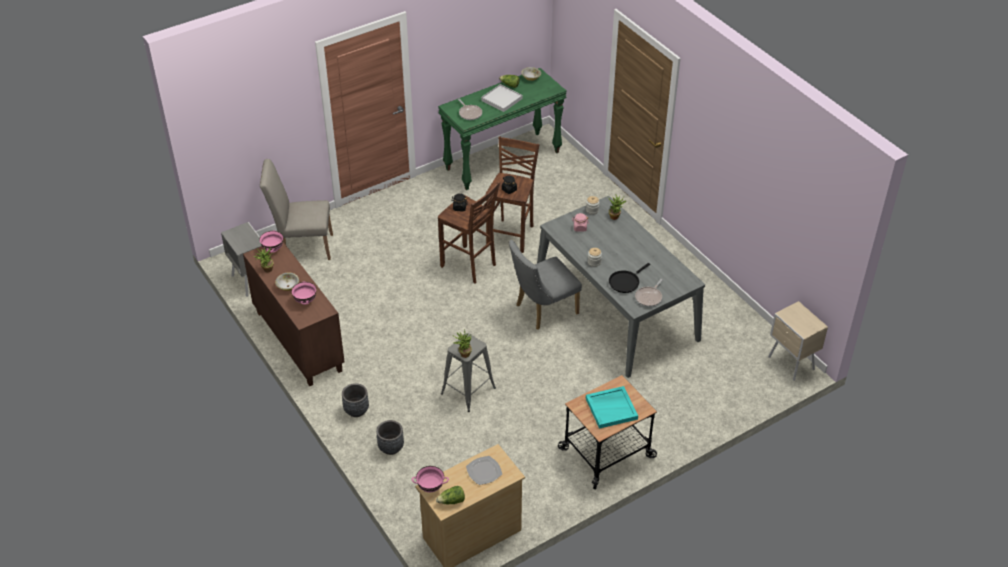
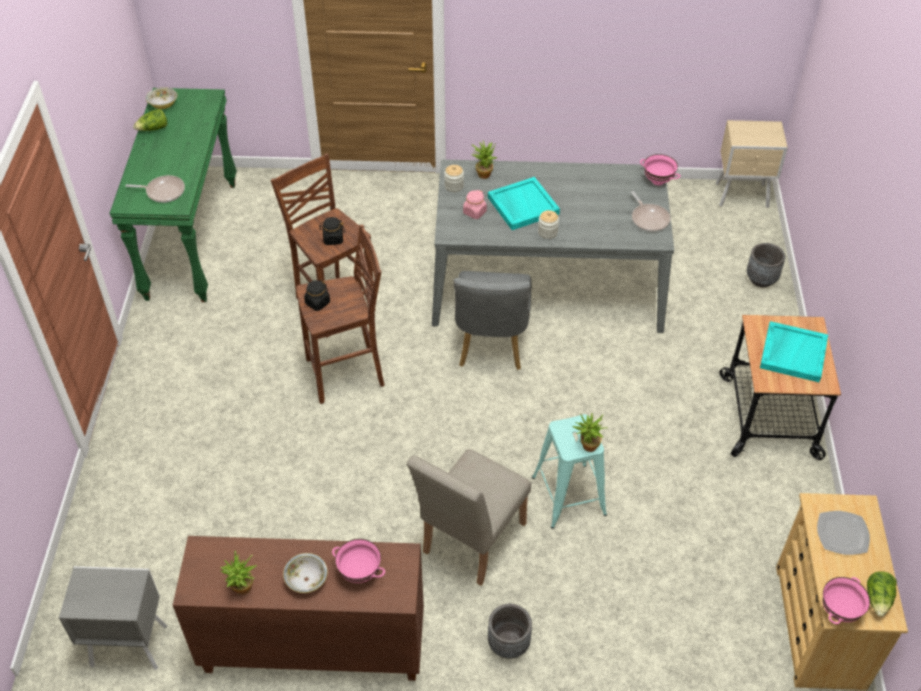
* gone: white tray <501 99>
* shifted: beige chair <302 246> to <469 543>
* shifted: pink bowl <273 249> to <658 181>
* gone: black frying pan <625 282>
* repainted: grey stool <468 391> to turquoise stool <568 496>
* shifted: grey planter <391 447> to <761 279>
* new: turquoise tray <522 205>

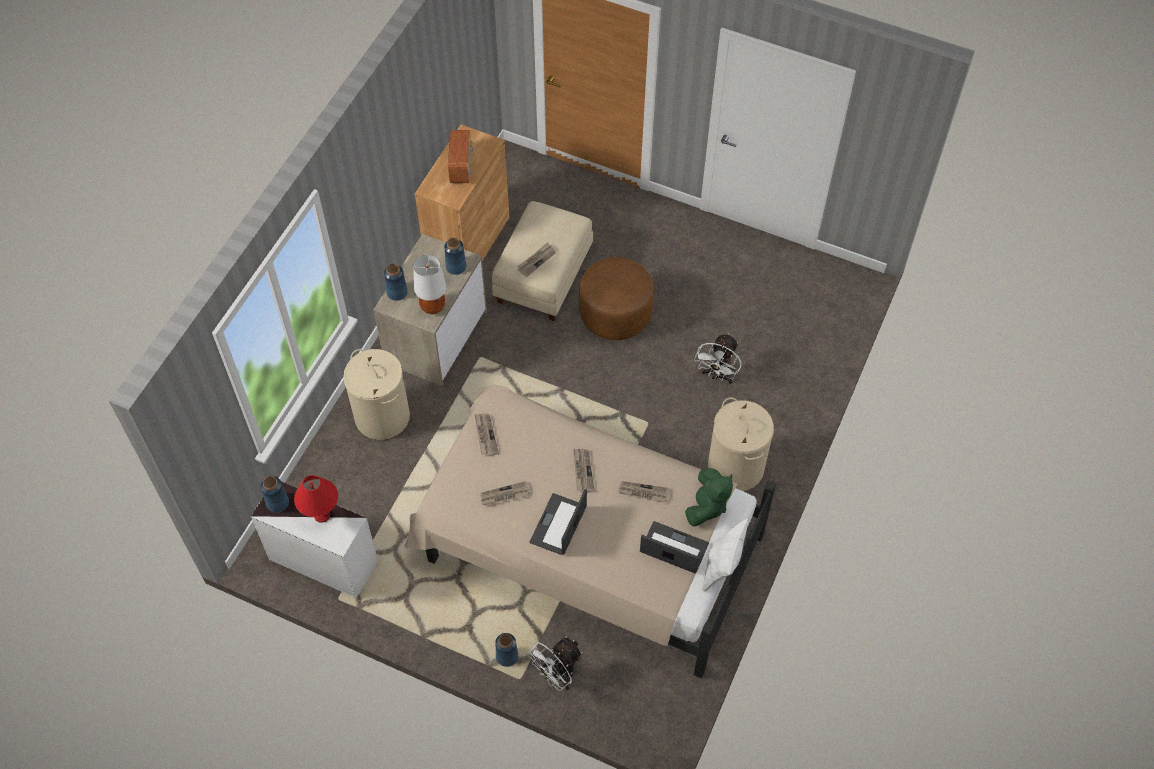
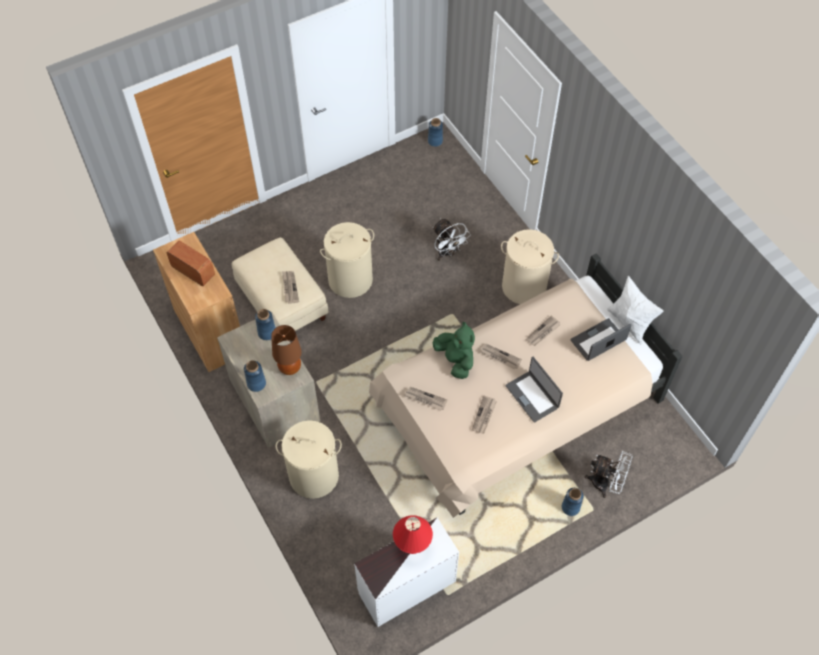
* repainted: white table lamp <433 307> to brown table lamp <290 367>
* swapped: brown ottoman <615 313> to beige laundry basket <350 279>
* shifted: green plush toy <707 506> to <455 360>
* shifted: blue vase <278 503> to <435 141>
* rotated: white fan <557 675> = <606 484> 60 degrees counterclockwise

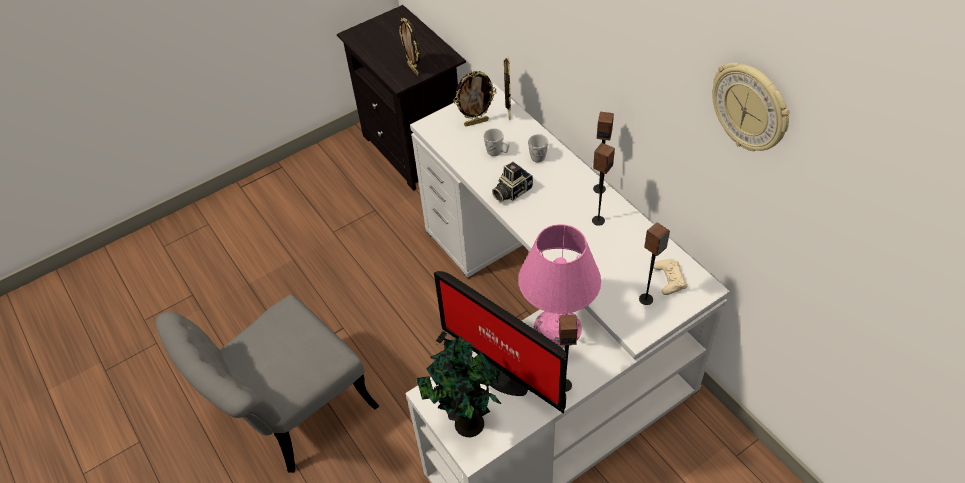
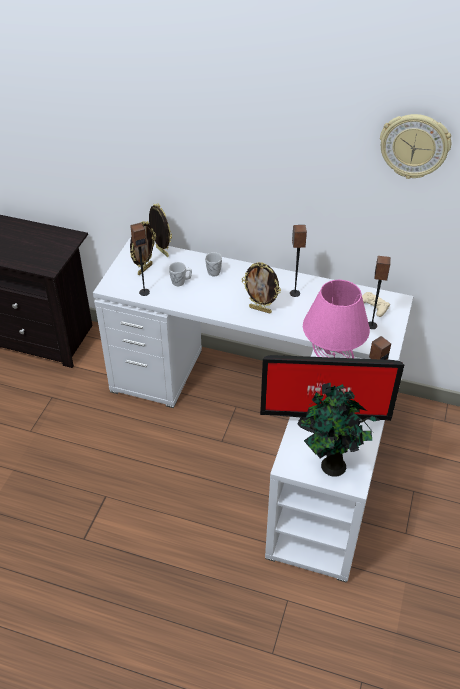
* shifted: picture frame <414 69> to <260 309>
* shifted: speaker <599 188> to <144 292>
* gone: photo camera <511 191>
* gone: grey chair <291 416>

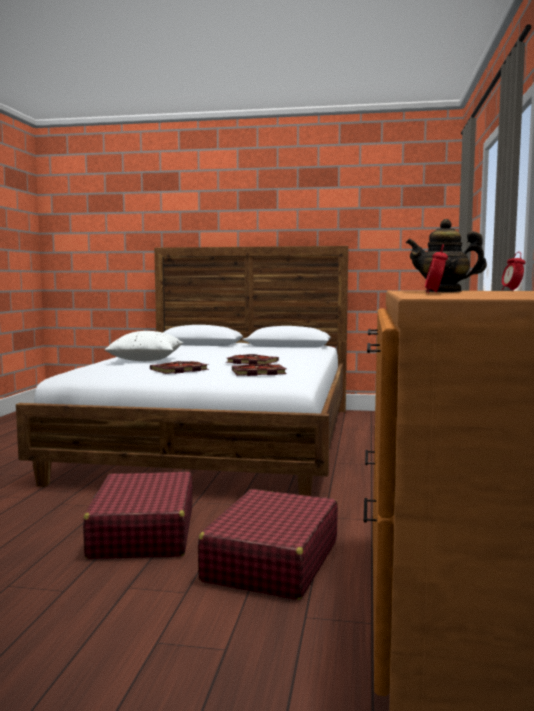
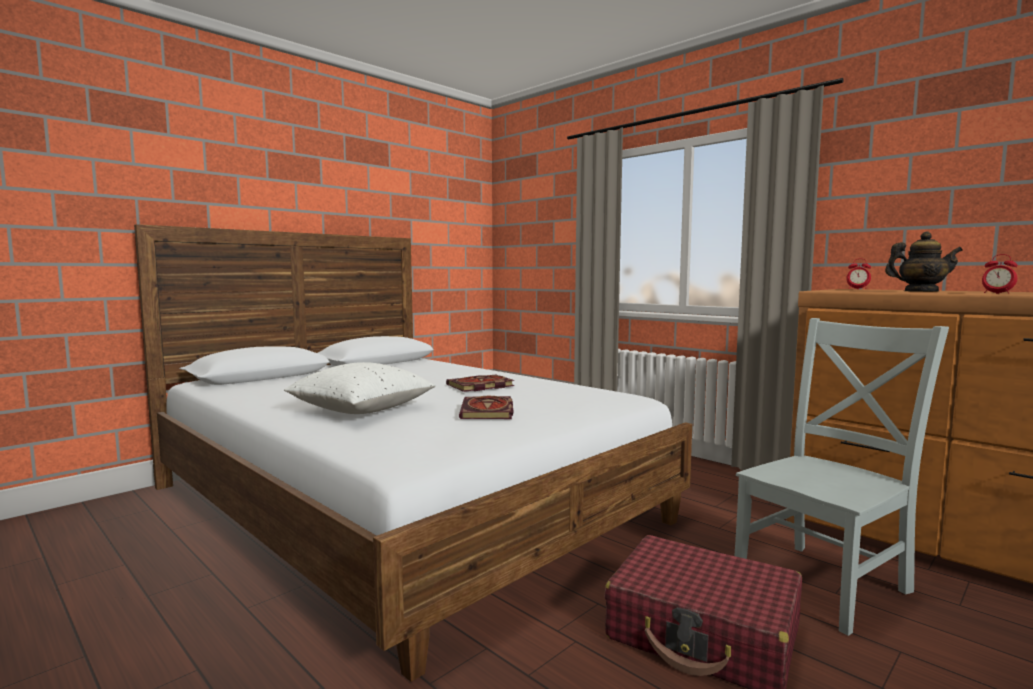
* rotated: teapot <444 292> = <920 292> 120 degrees counterclockwise
* gone: book <257 373>
* swapped: red suitcase <271 561> to grey chair <825 583>

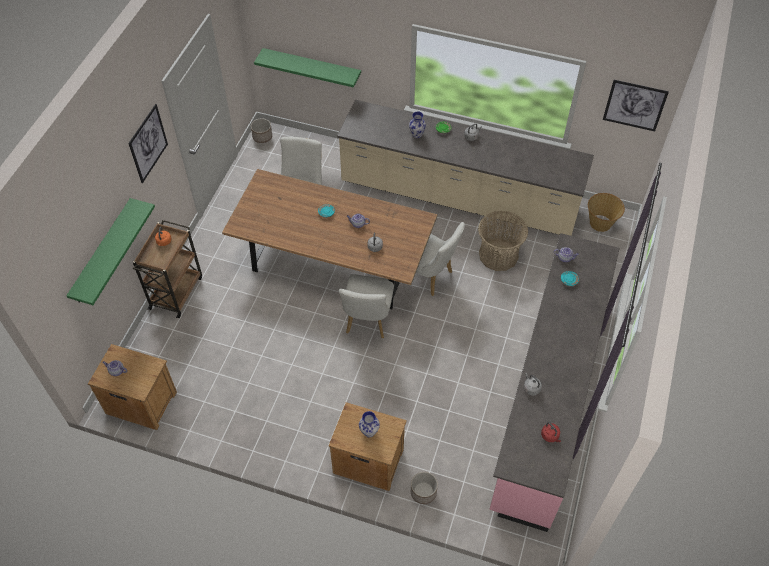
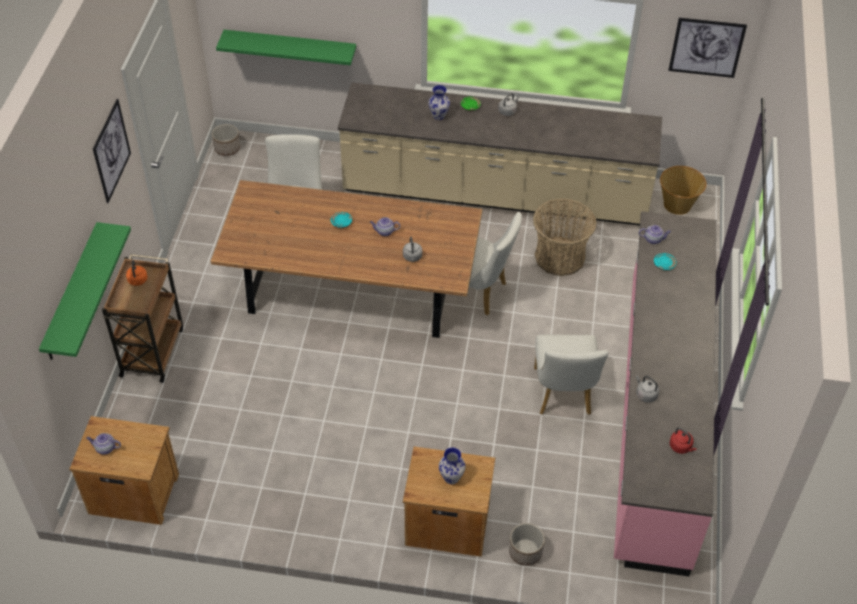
* shifted: white chair <367 321> to <563 395>

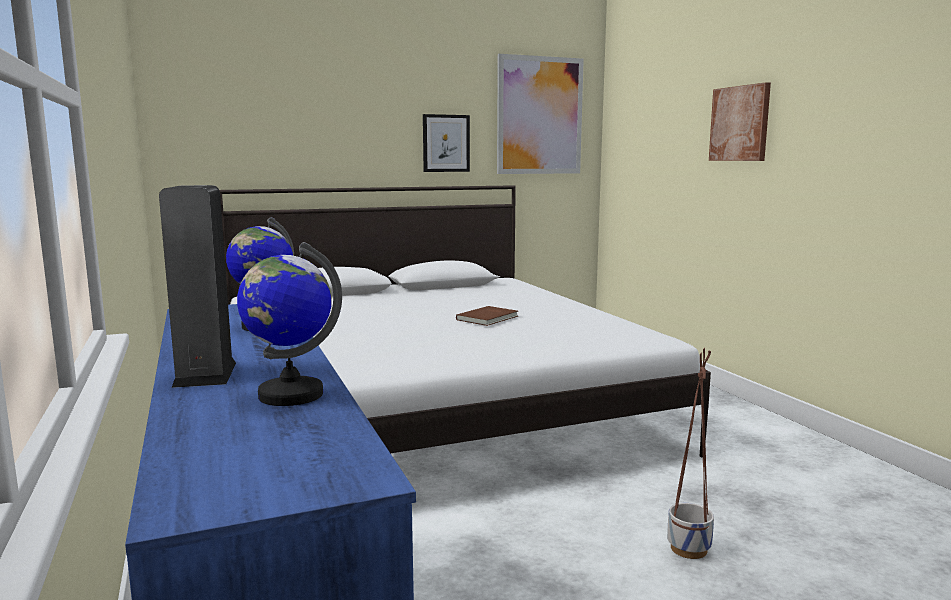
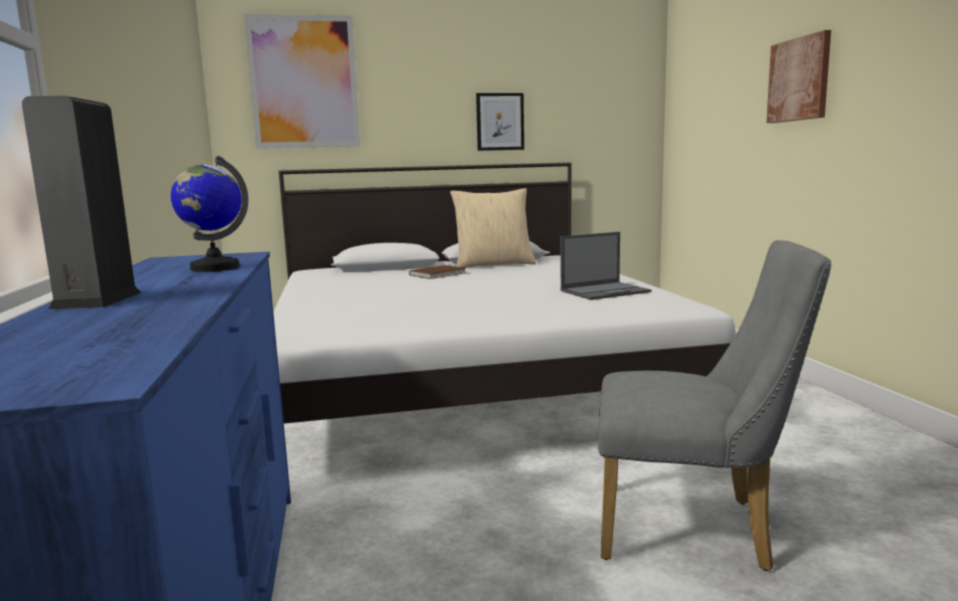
* shifted: picture <539 116> to <304 82>
* gone: globe <290 395>
* shifted: brown book <489 318> to <439 274>
* swapped: planter <689 549> to grey chair <695 529>
* new: beige pillow <494 264>
* new: laptop <605 291>

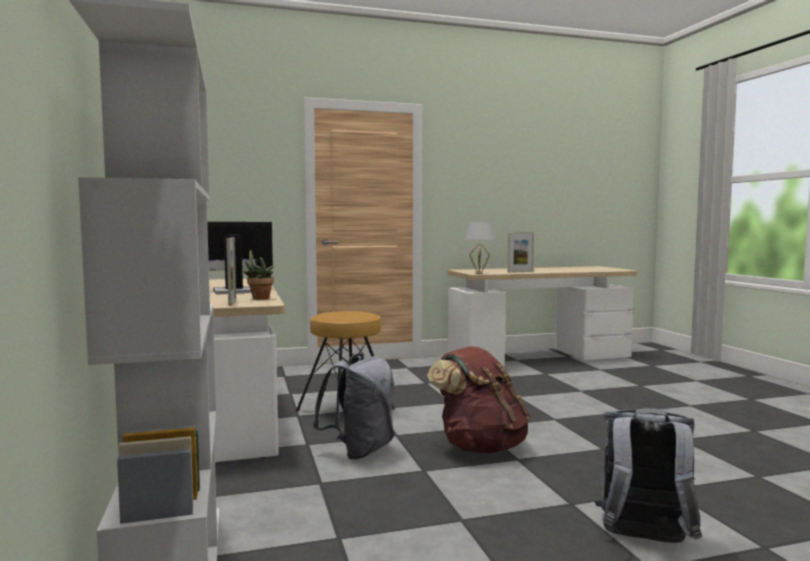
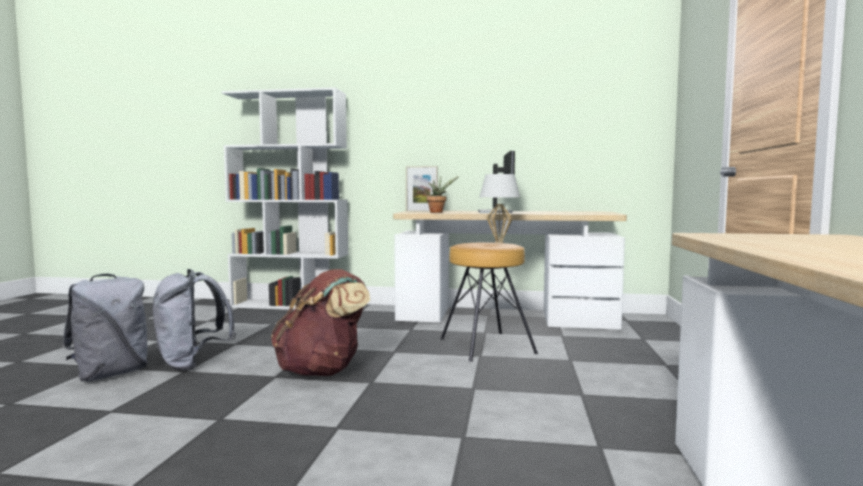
* shifted: white table lamp <479 273> to <499 242>
* gone: picture frame <520 272>
* shifted: grey backpack <359 451> to <192 364>

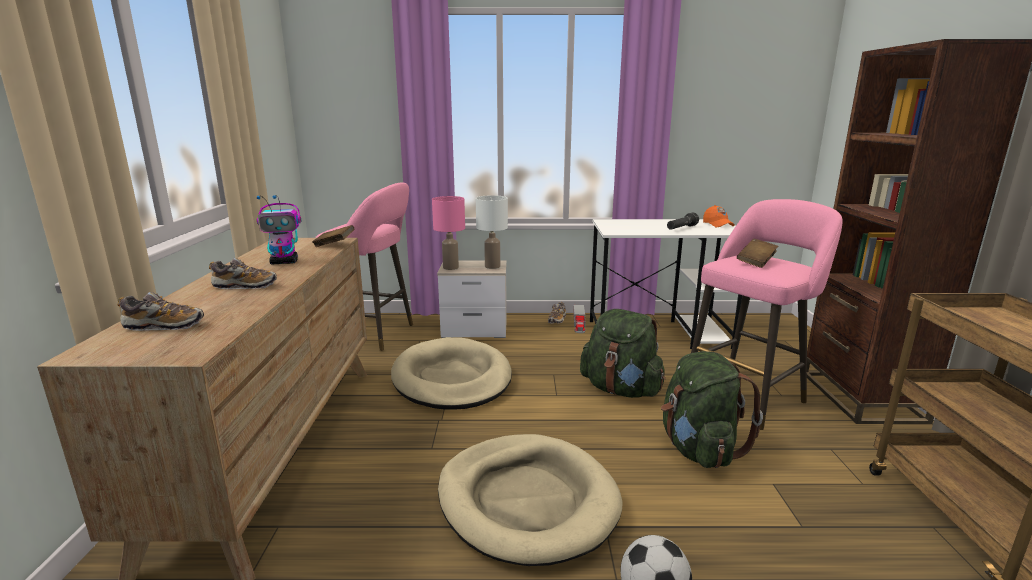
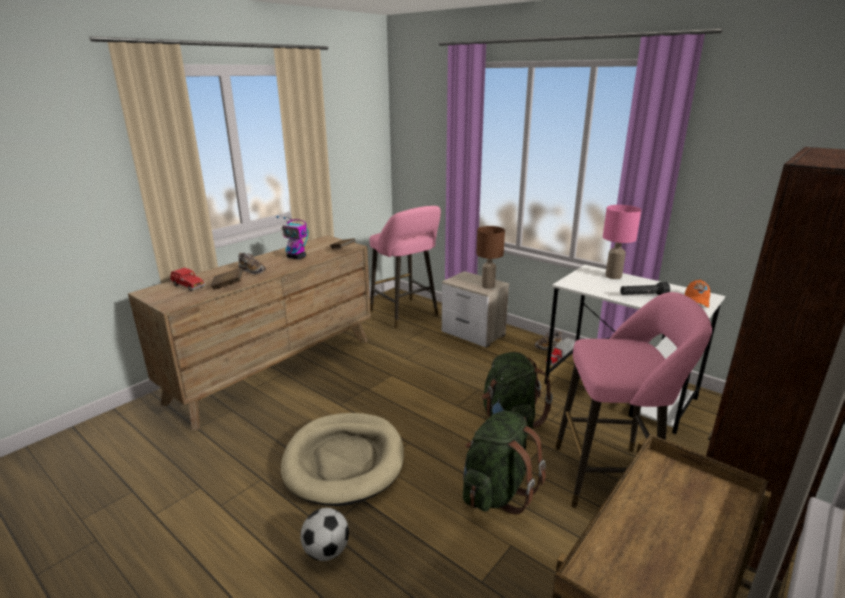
* repainted: white table lamp <493 266> to brown table lamp <488 286>
* shifted: pink table lamp <451 267> to <614 276>
* shifted: brown book <756 262> to <228 286>
* swapped: shoe <164 326> to red toy car <187 286>
* gone: beige dog bed <452 379>

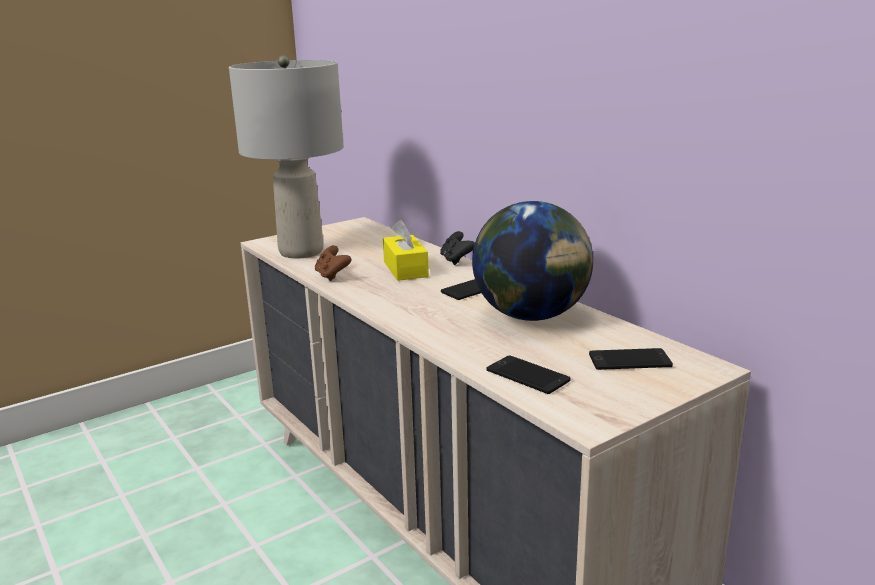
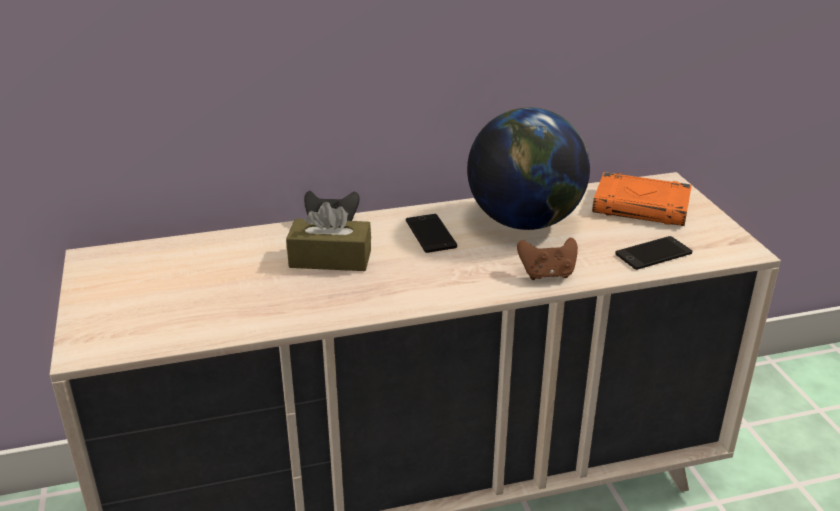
* gone: grey table lamp <301 252>
* repainted: yellow tissue box <405 269> to brown tissue box <330 259>
* shifted: brown game controller <332 276> to <547 274>
* swapped: phone <629 360> to orange book <642 206>

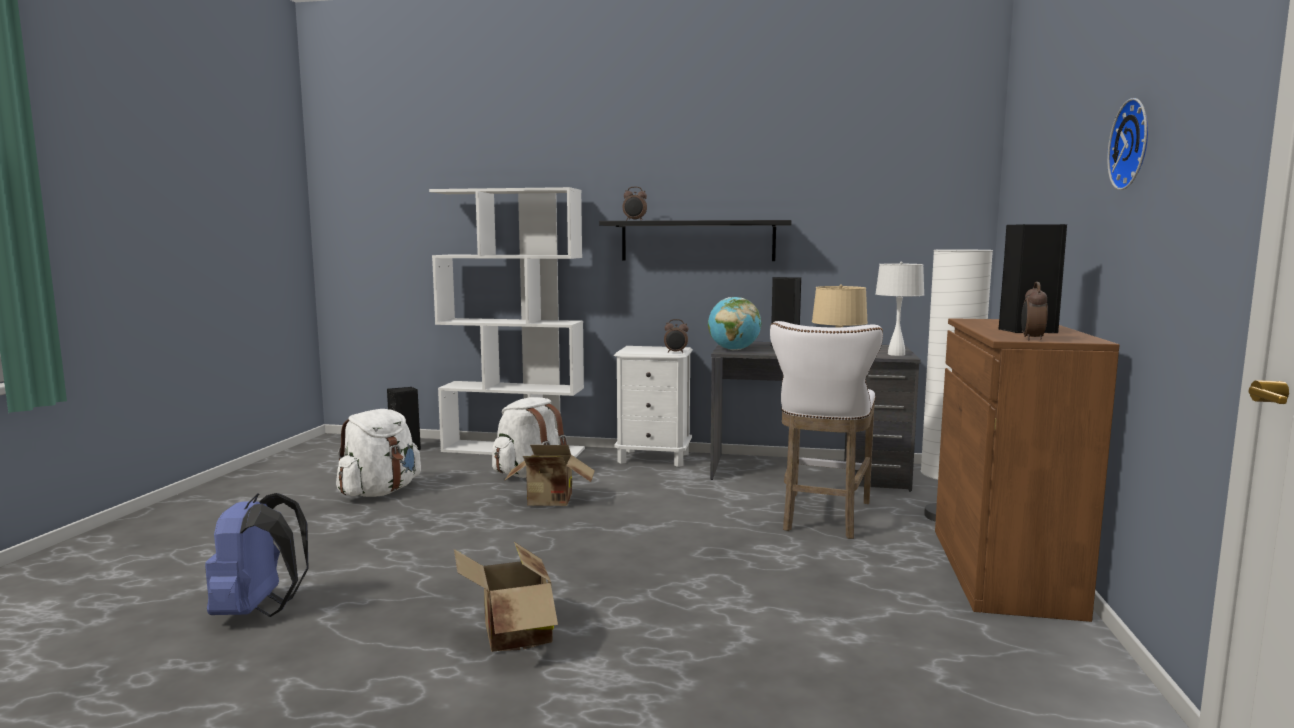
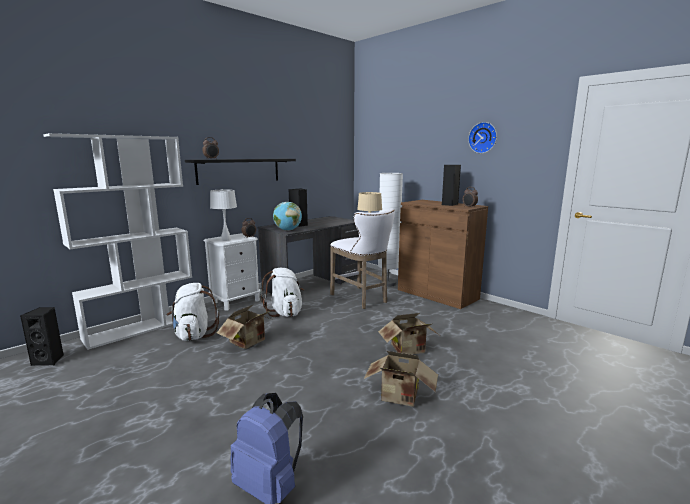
* shifted: white table lamp <896 354> to <226 240>
* shifted: white backpack <380 492> to <285 312>
* new: cardboard box <410 350>

